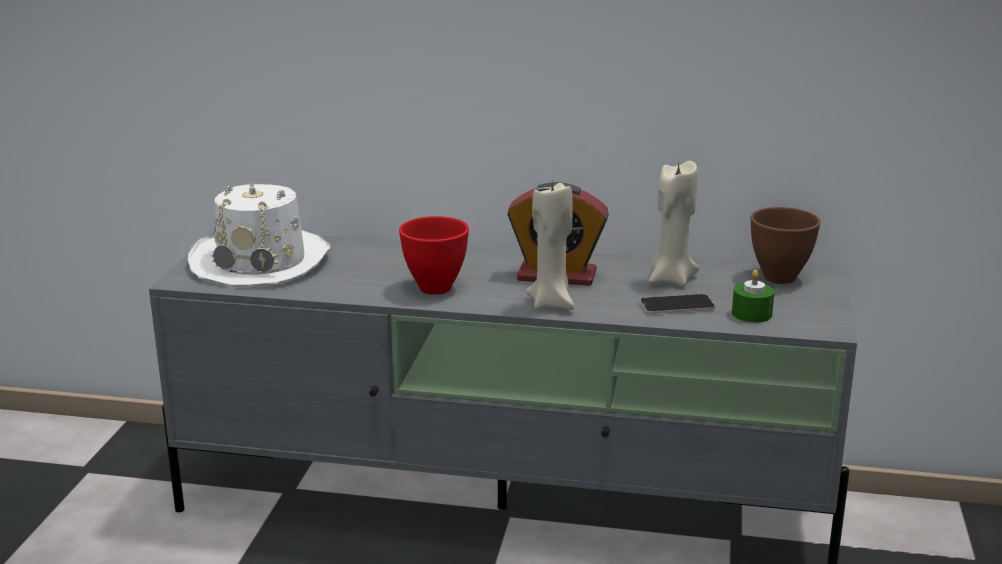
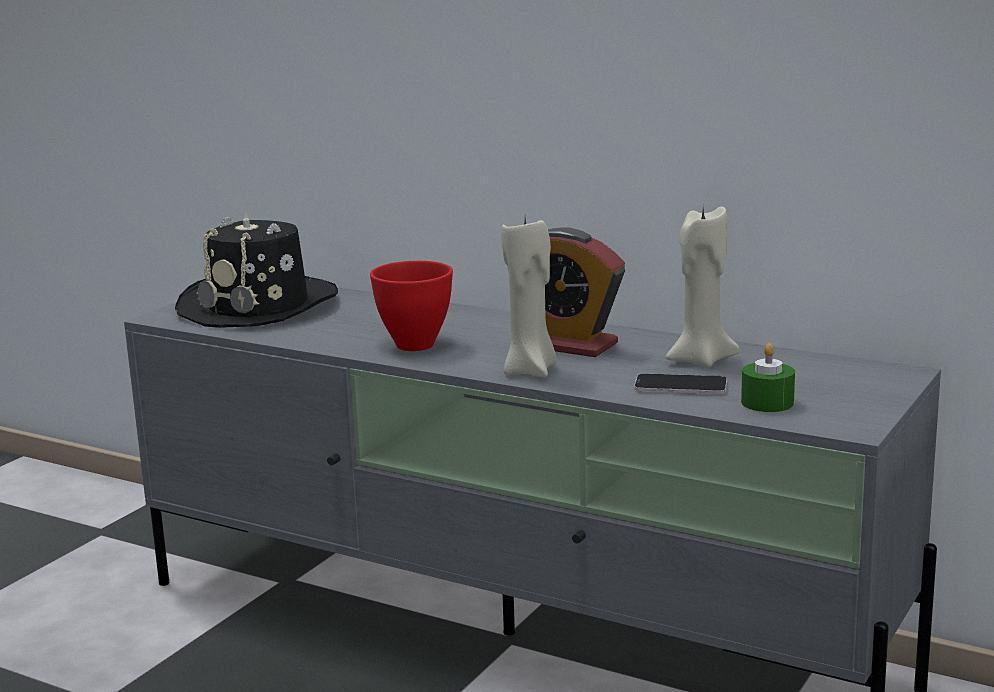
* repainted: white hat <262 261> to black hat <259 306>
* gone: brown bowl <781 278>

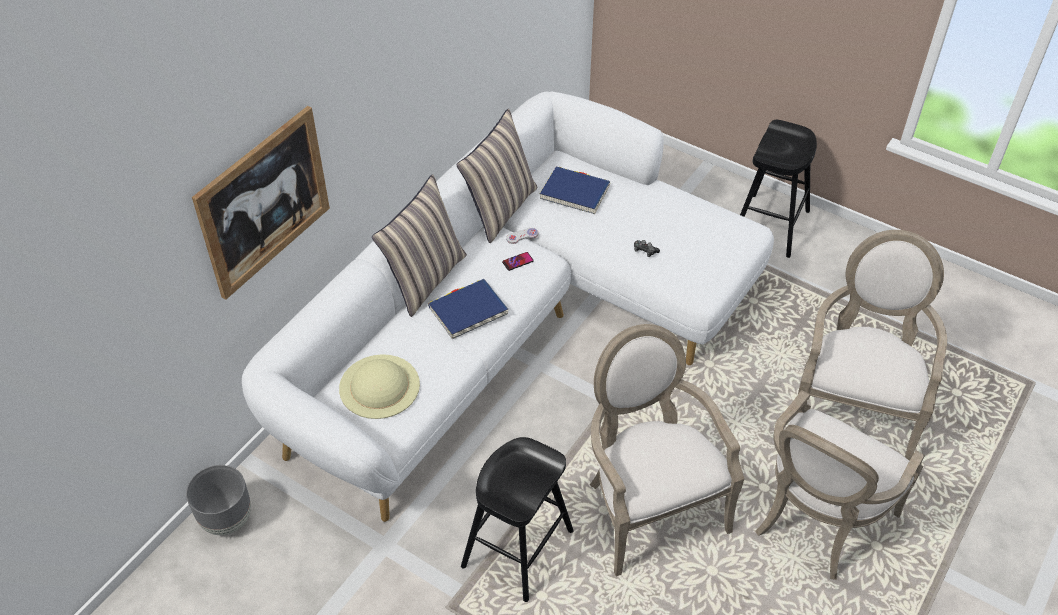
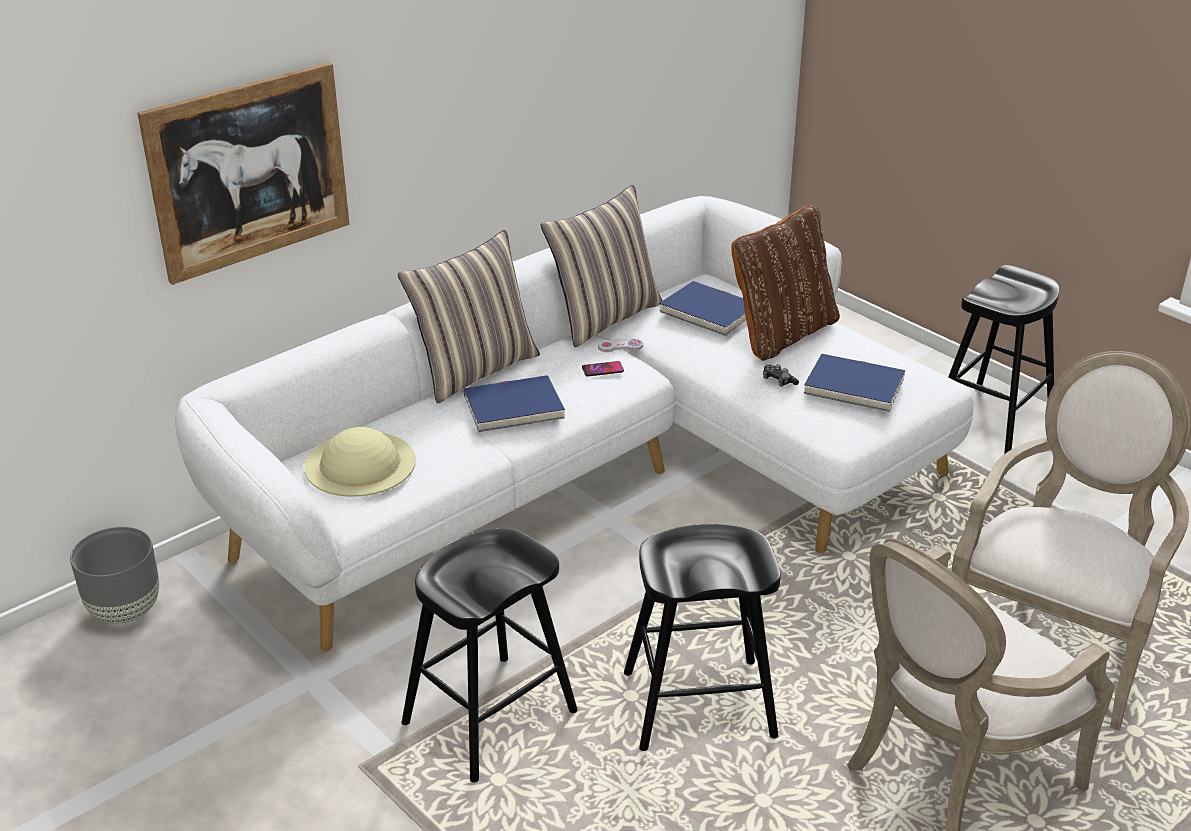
* swapped: armchair <648 507> to black stool <698 705>
* new: brown pillow <782 333>
* new: blue book <854 386>

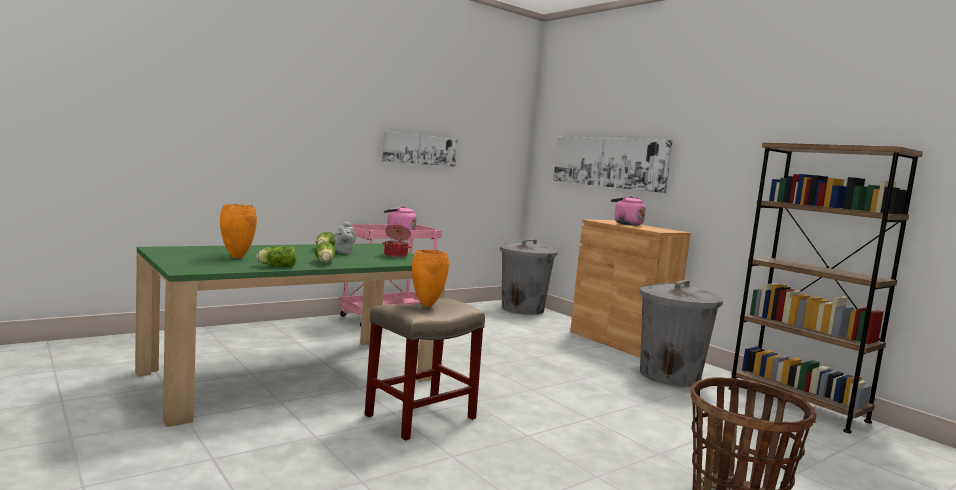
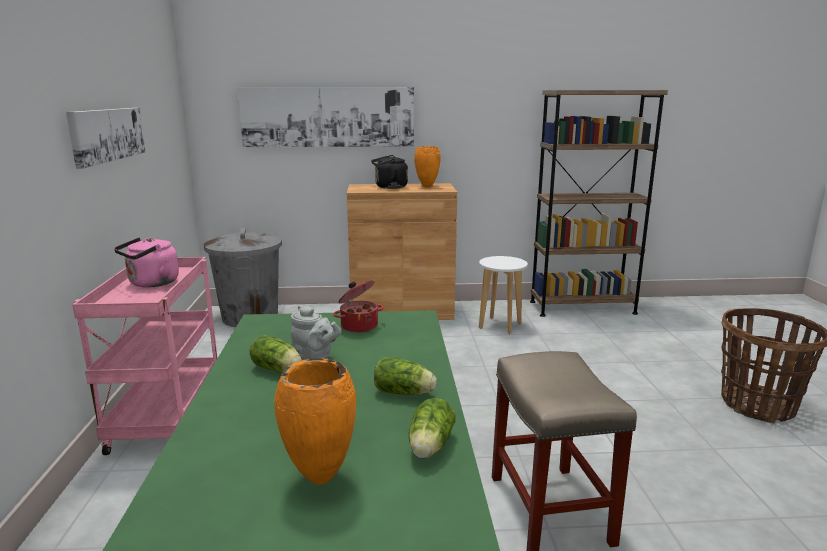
* repainted: pink kettle <626 224> to black kettle <389 187>
* shifted: orange vase <427 306> to <426 187>
* swapped: grey trash can <670 375> to white stool <500 325>

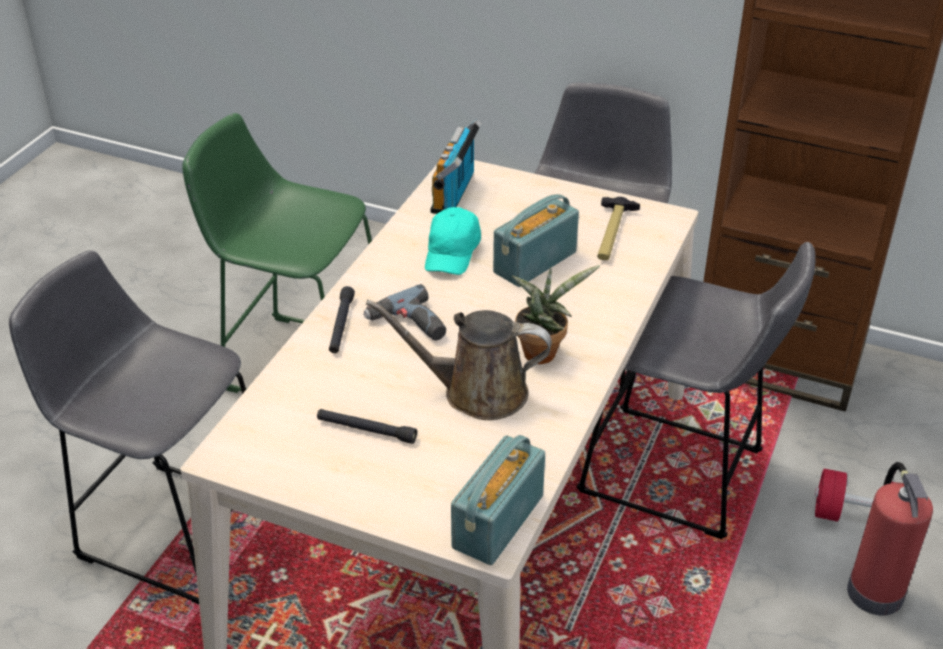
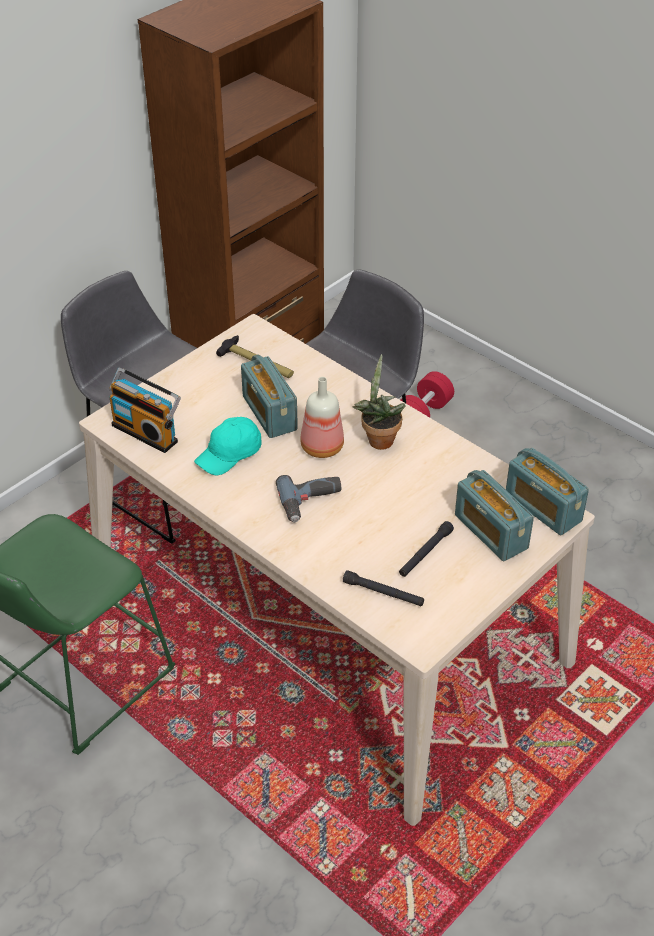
* rotated: turquoise cap <452 253> = <230 454> 105 degrees clockwise
* gone: grey stool <173 528>
* shifted: black flashlight <341 325> to <383 593>
* gone: brown watering can <476 392>
* gone: fire extinguisher <874 590>
* new: bottle <321 448>
* new: radio <490 532>

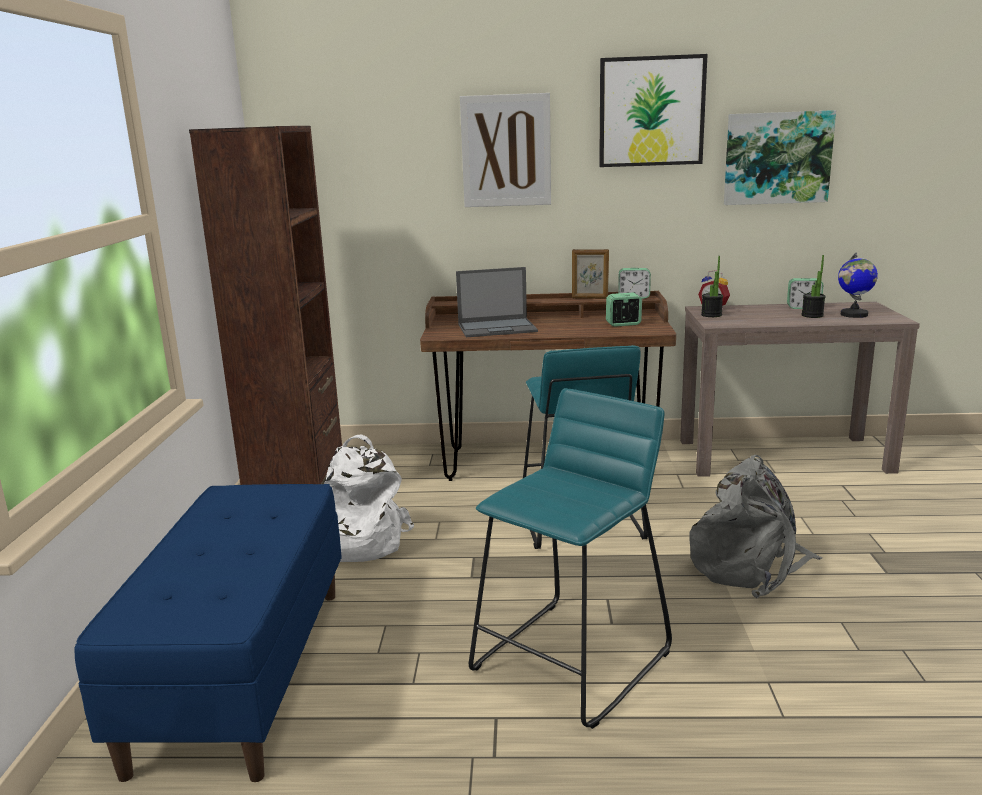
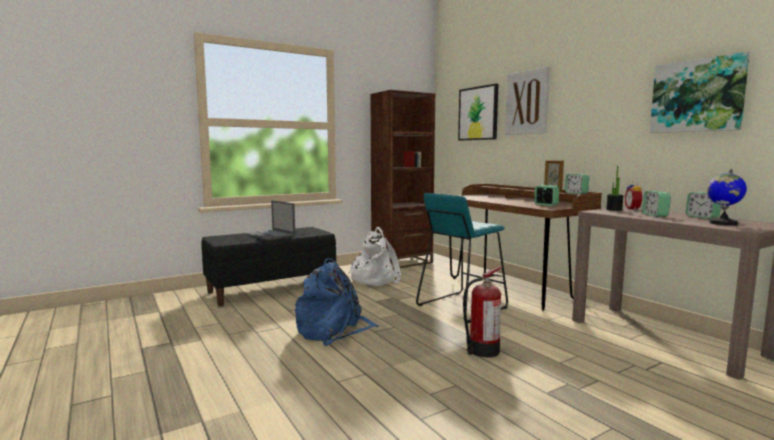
* shifted: picture <651 111> to <478 113>
* gone: potted plant <812 315>
* shifted: laptop <498 328> to <271 235>
* swapped: turquoise stool <572 660> to blue backpack <334 331>
* swapped: grey backpack <749 565> to fire extinguisher <482 351>
* repainted: blue bench <242 672> to black bench <271 289>
* new: alarm clock <655 215>

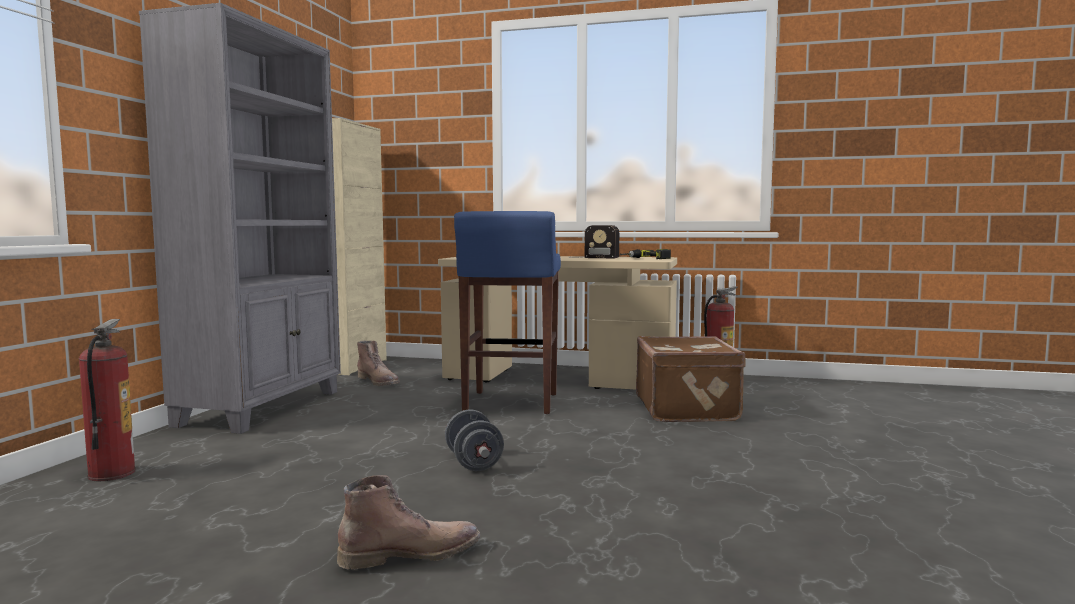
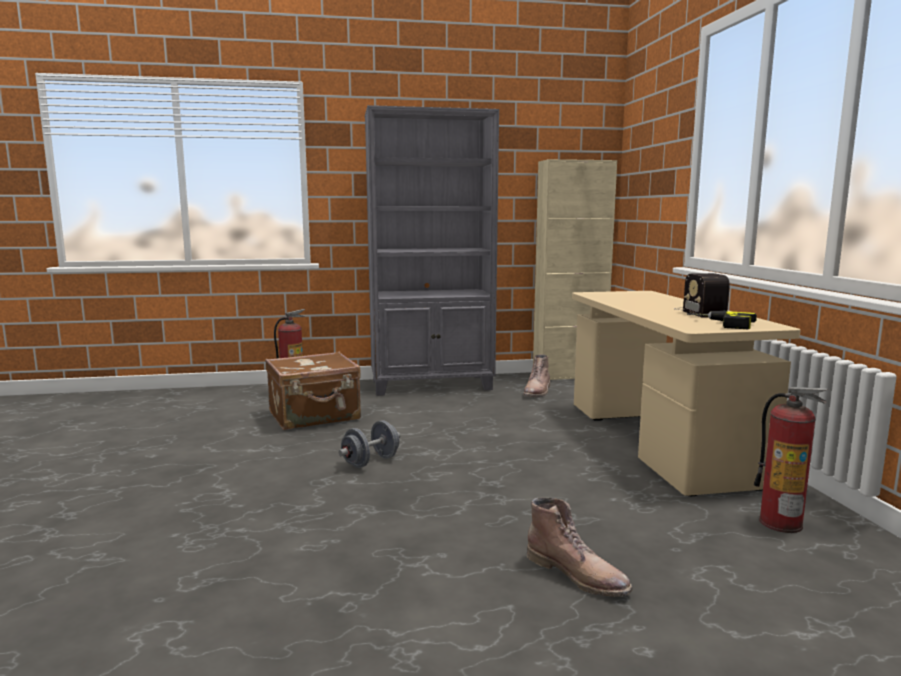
* gone: blue stool <510 403>
* shifted: brown suitcase <688 409> to <315 416>
* shifted: brown boot <411 553> to <578 575>

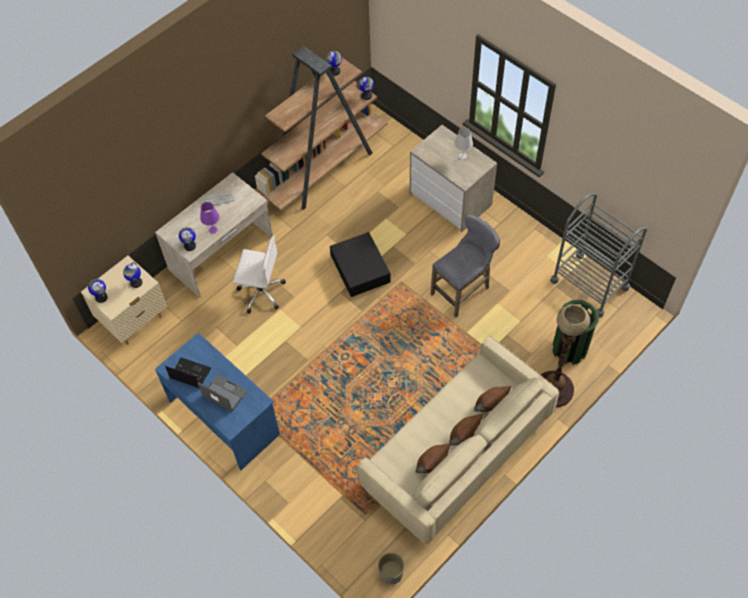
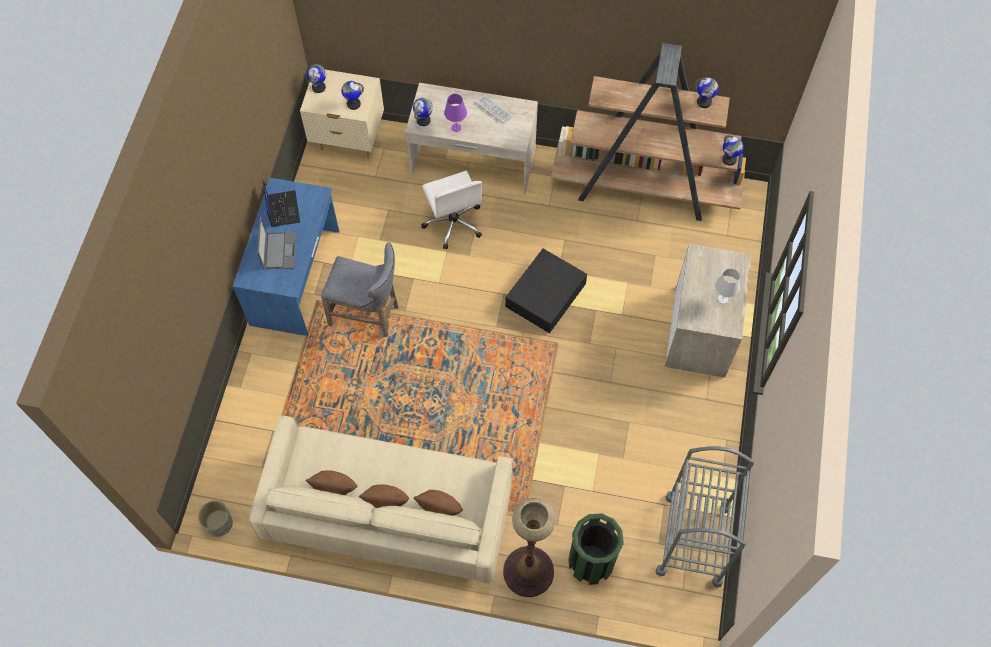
* shifted: grey stool <463 290> to <368 315>

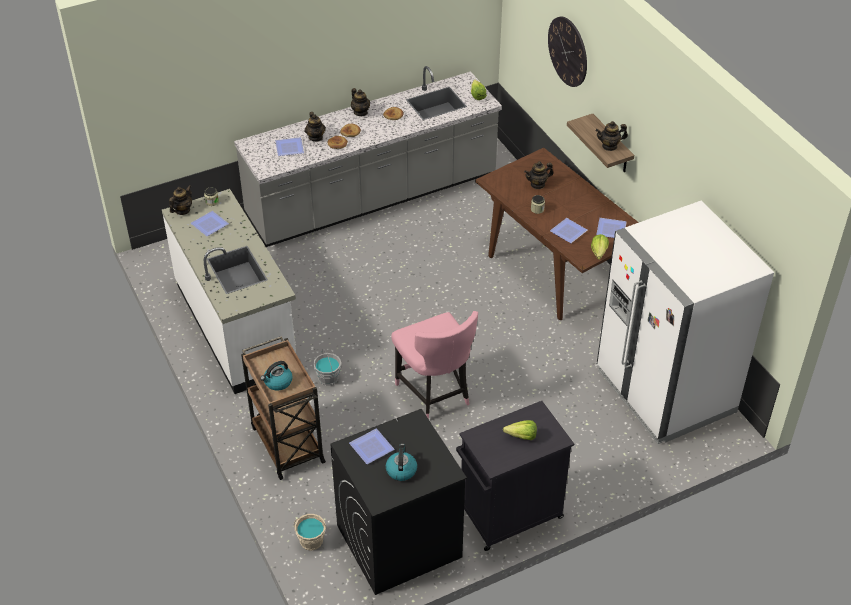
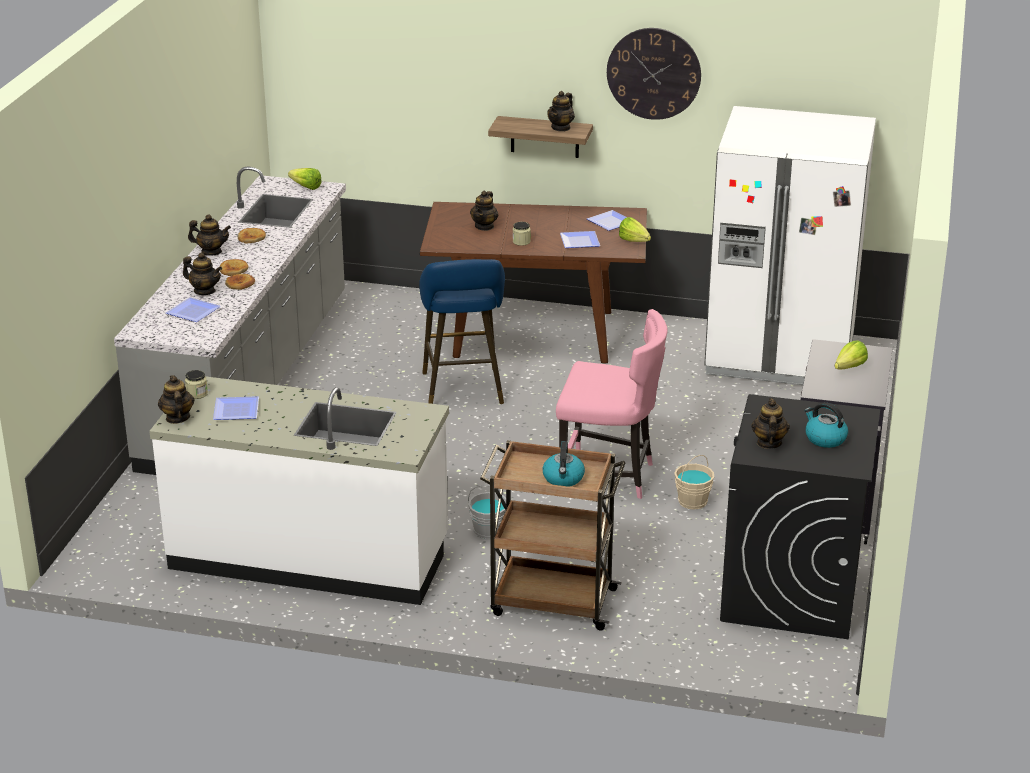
* shifted: wall clock <568 51> to <653 73>
* swapped: plate <370 447> to teapot <768 443>
* shifted: beige bucket <311 541> to <693 501>
* new: blue stool <463 391>

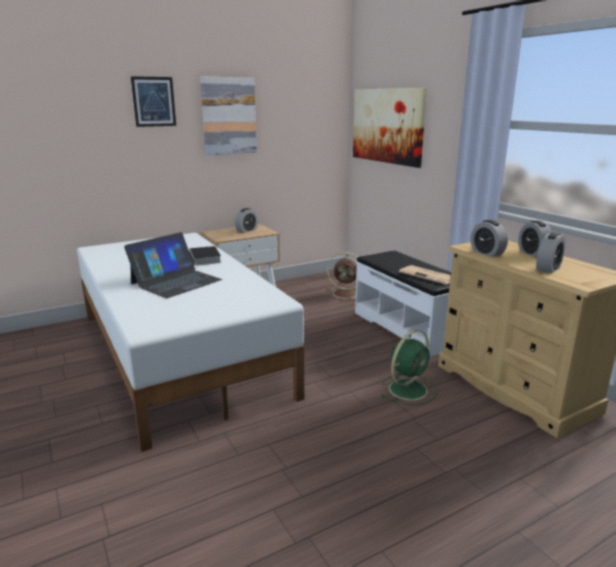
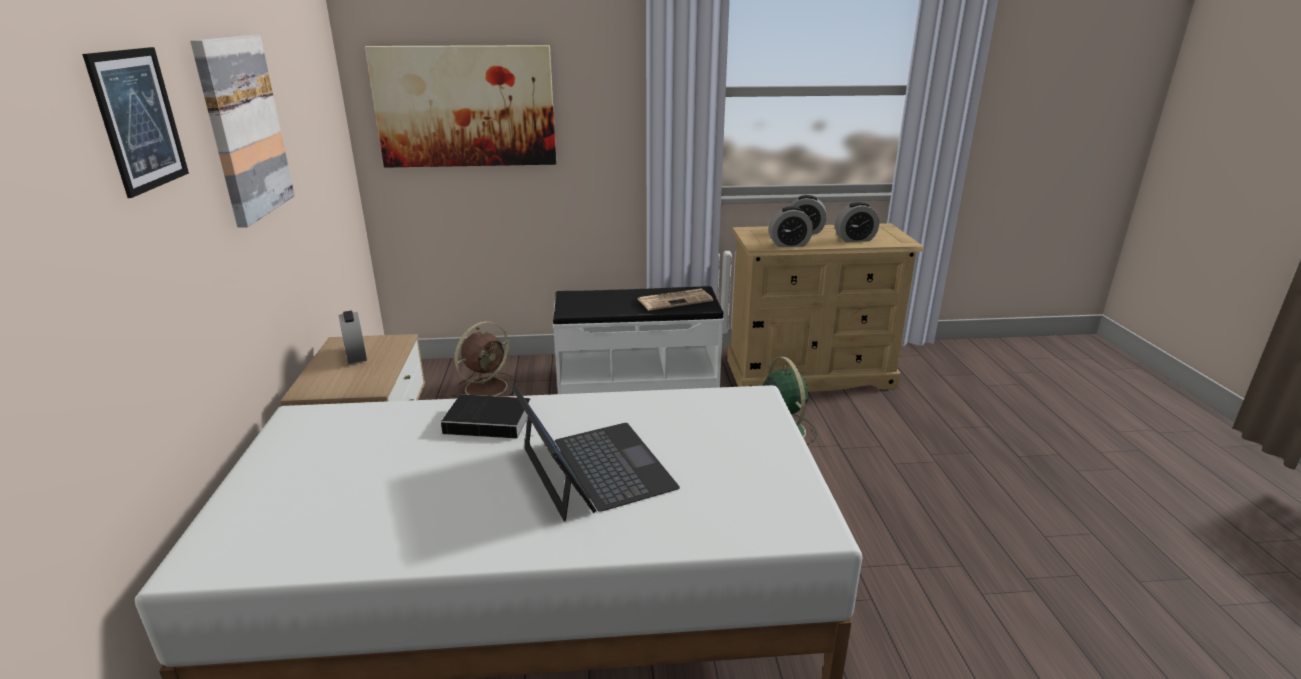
* rotated: alarm clock <548 269> = <855 239> 105 degrees clockwise

